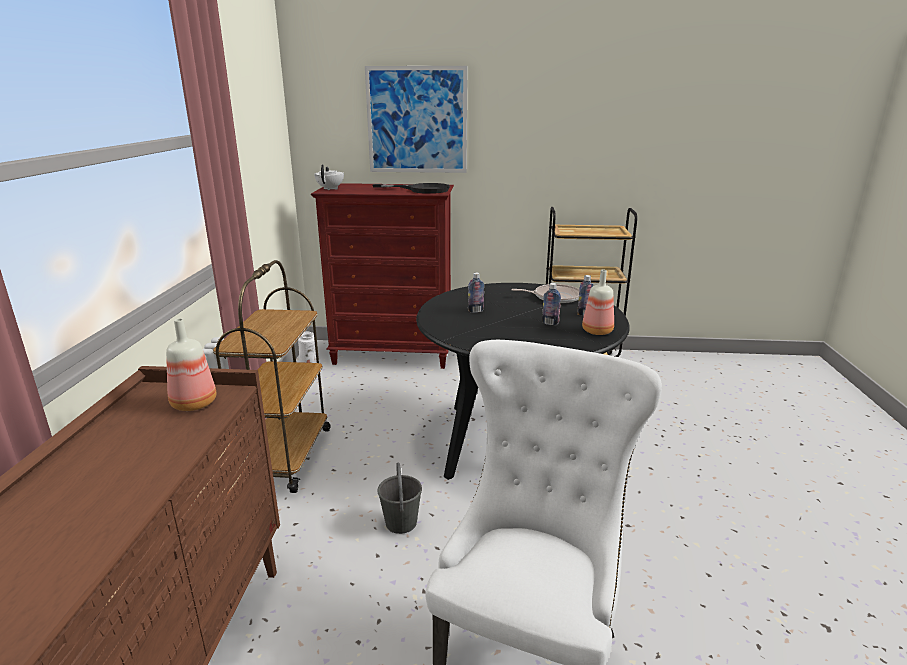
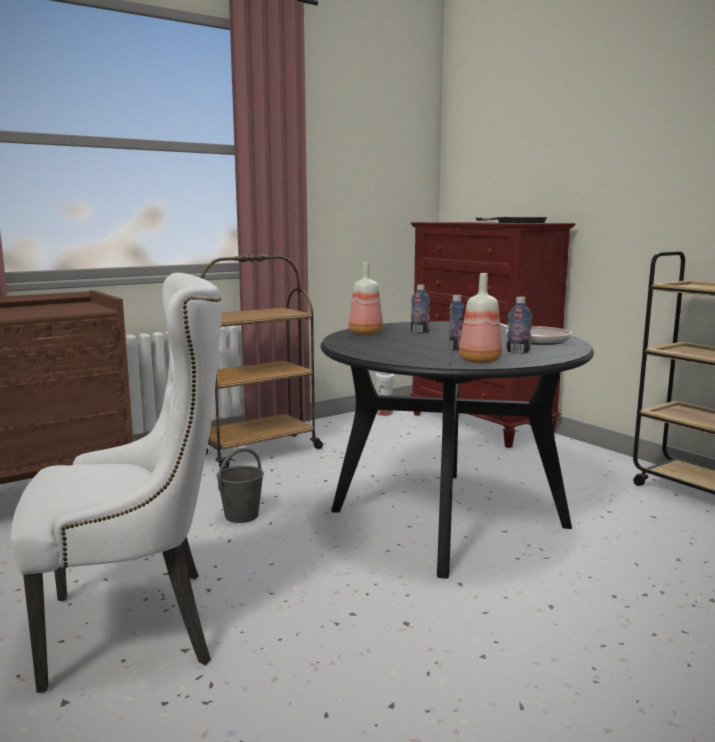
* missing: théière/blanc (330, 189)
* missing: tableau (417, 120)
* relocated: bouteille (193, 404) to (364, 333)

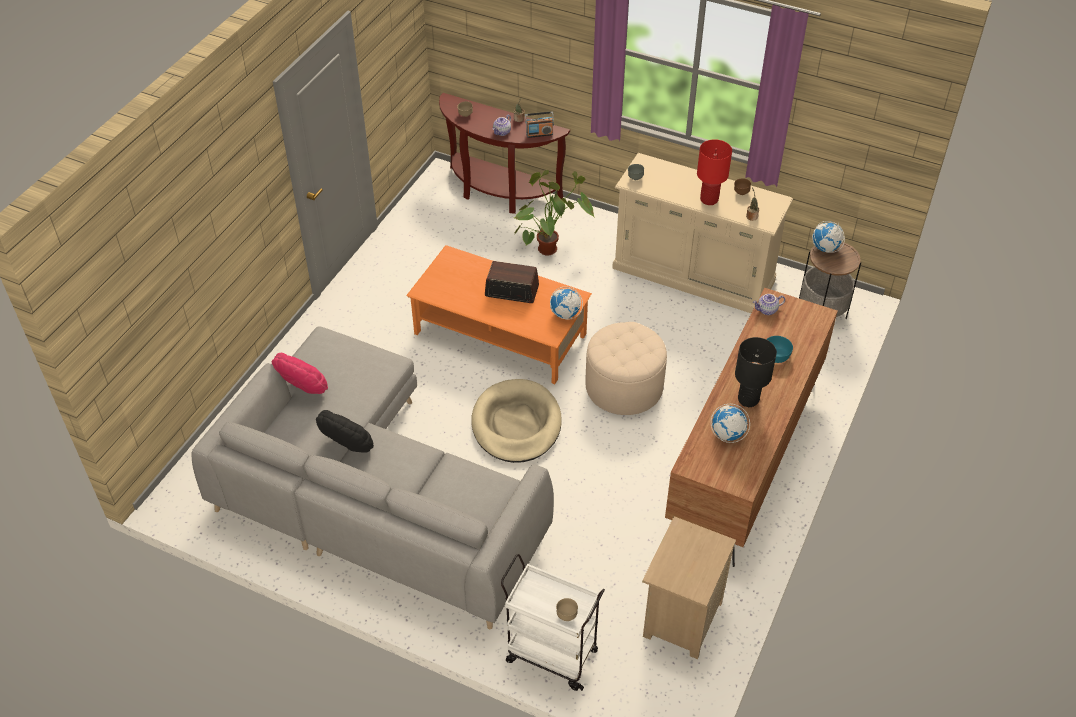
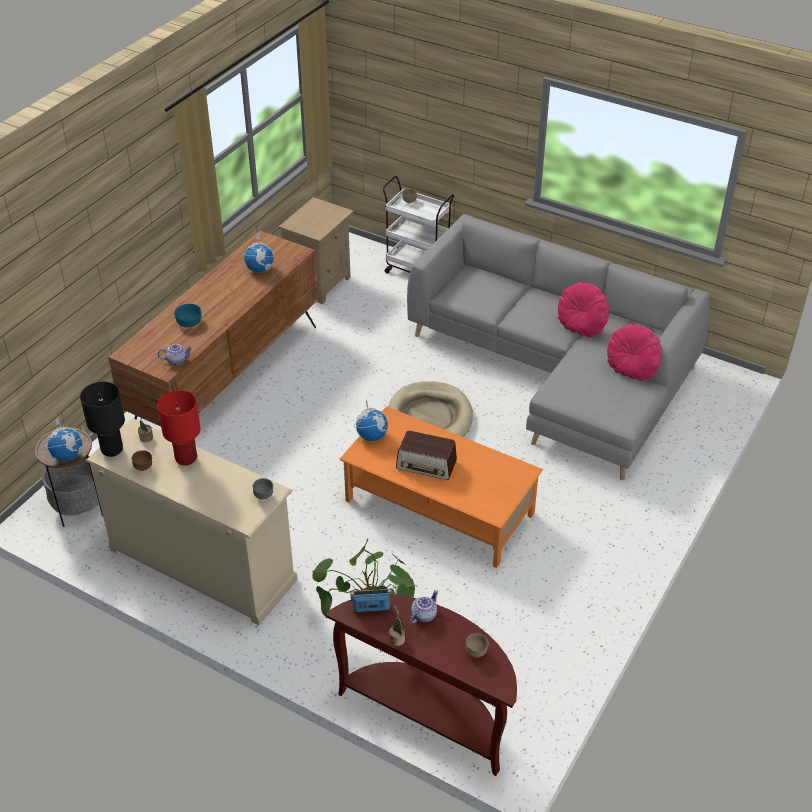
* missing: pouf/beige (624, 387)
* relocated: lampe de table/noir (748, 401) to (112, 451)
* colour: coussin/noir (347, 449) to coussin/rose (581, 328)

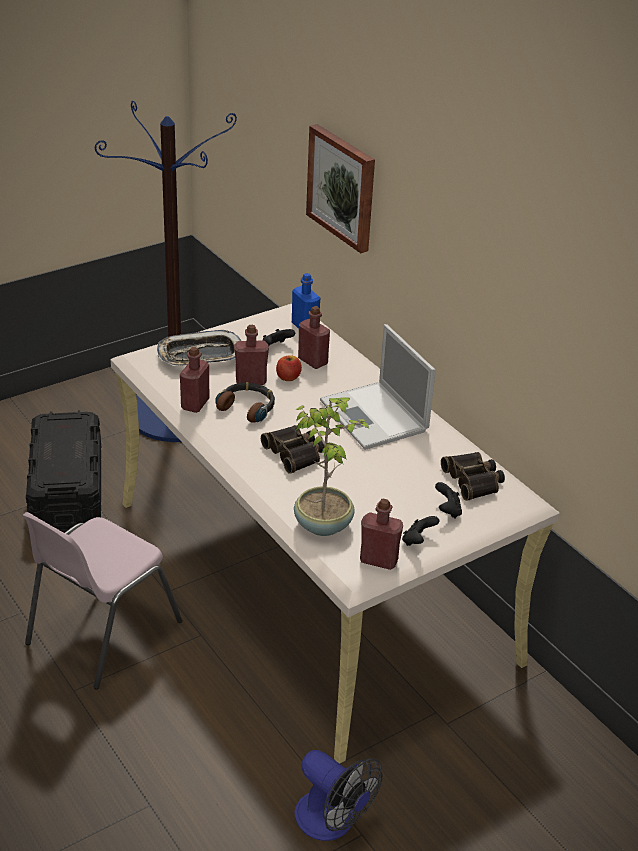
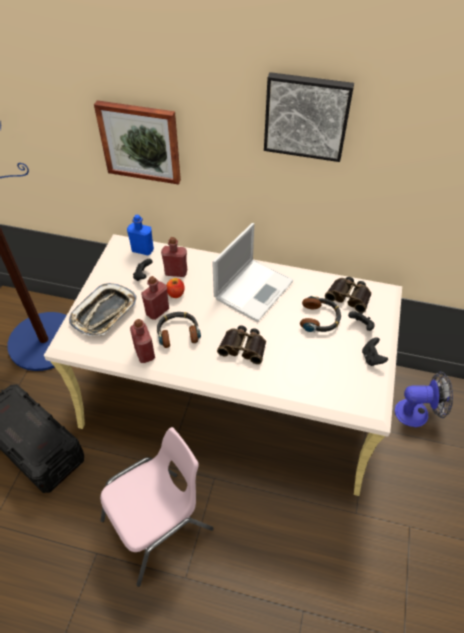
* missing: plante en pot (324, 524)
* missing: bouteille/rouge (378, 560)
* appeared: tableau (306, 116)
* appeared: casque audio (320, 318)
* relocated: ventilateur (333, 822) to (418, 413)
* spun: chaise/rose (101, 633) = (159, 525) 120 degrees counterclockwise
* spun: ordinateur portable (375, 417) = (254, 288) 75 degrees counterclockwise

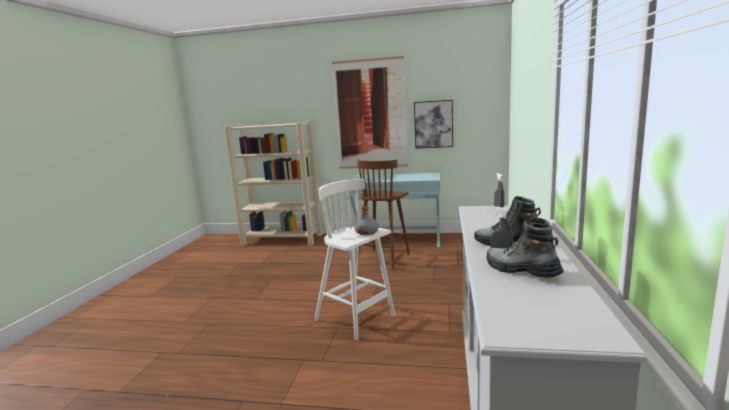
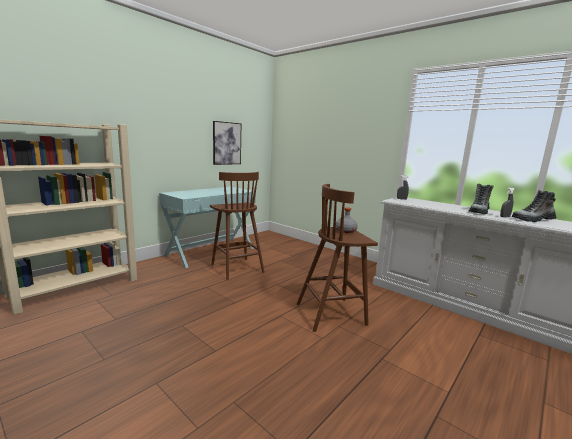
* missing: tableau (370, 114)
* colour: tabouret/blanc (357, 319) to tabouret/marron (333, 313)

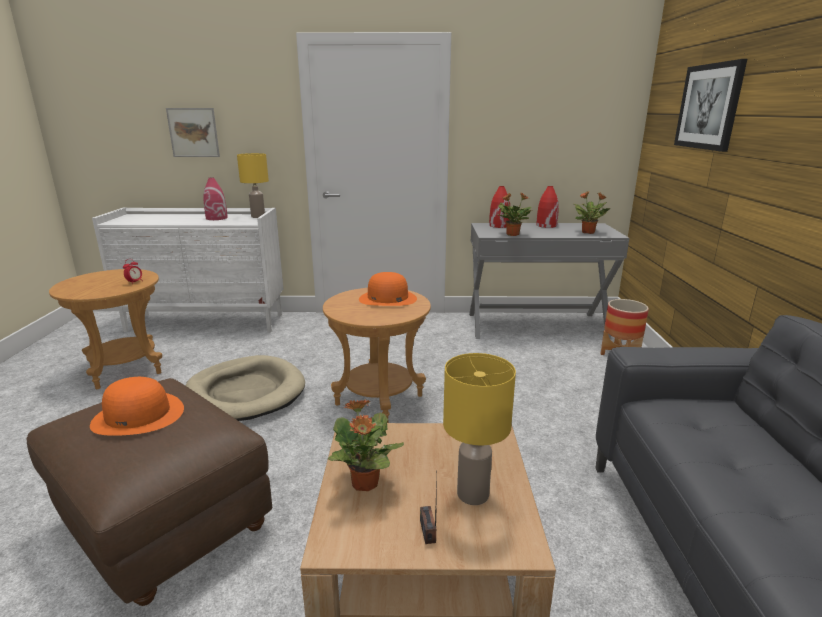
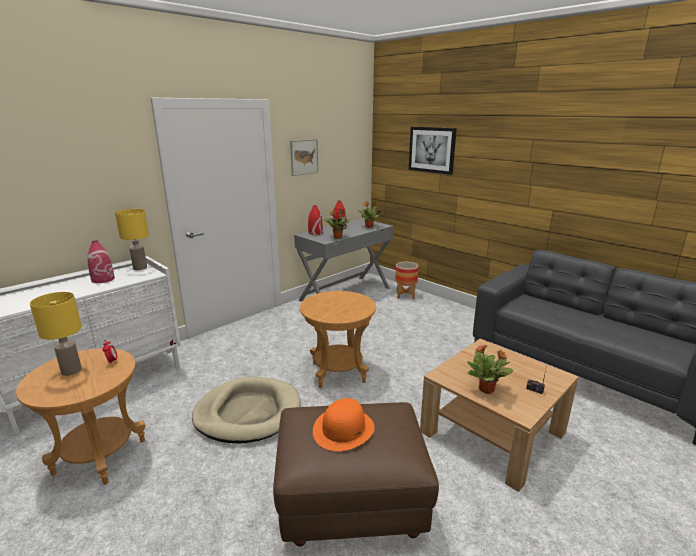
* missing: chapeau/orange (387, 298)
* relocated: tableau (193, 132) to (304, 157)
* relocated: lampe de table/jaune (473, 493) to (71, 370)

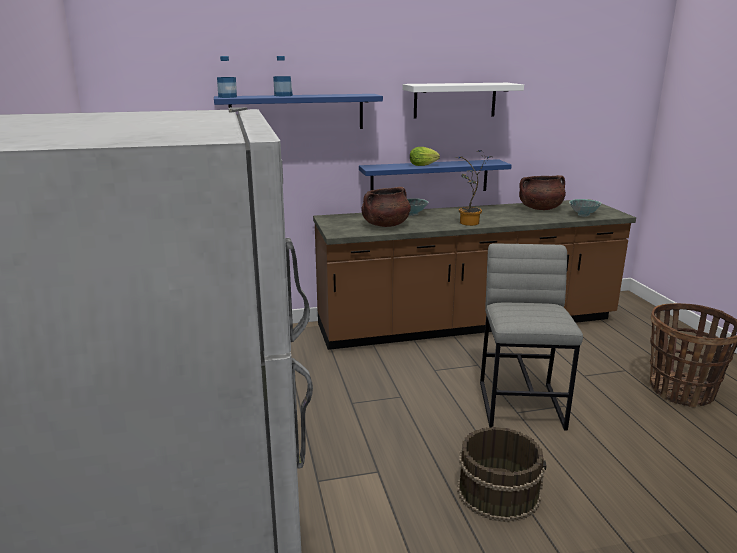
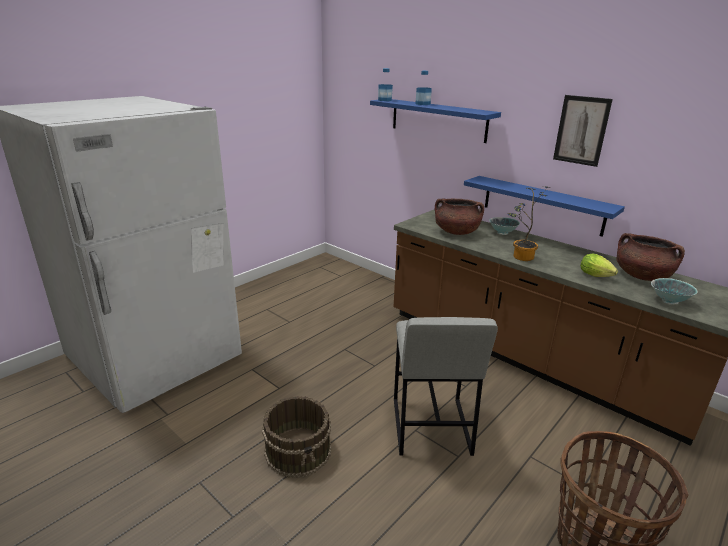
* relocated: laitue (424, 165) to (597, 276)
* exchanged: étagère/blanc (455, 100) to tableau (581, 130)
* spun: chaise/gris (520, 403) = (431, 428) 120 degrees clockwise

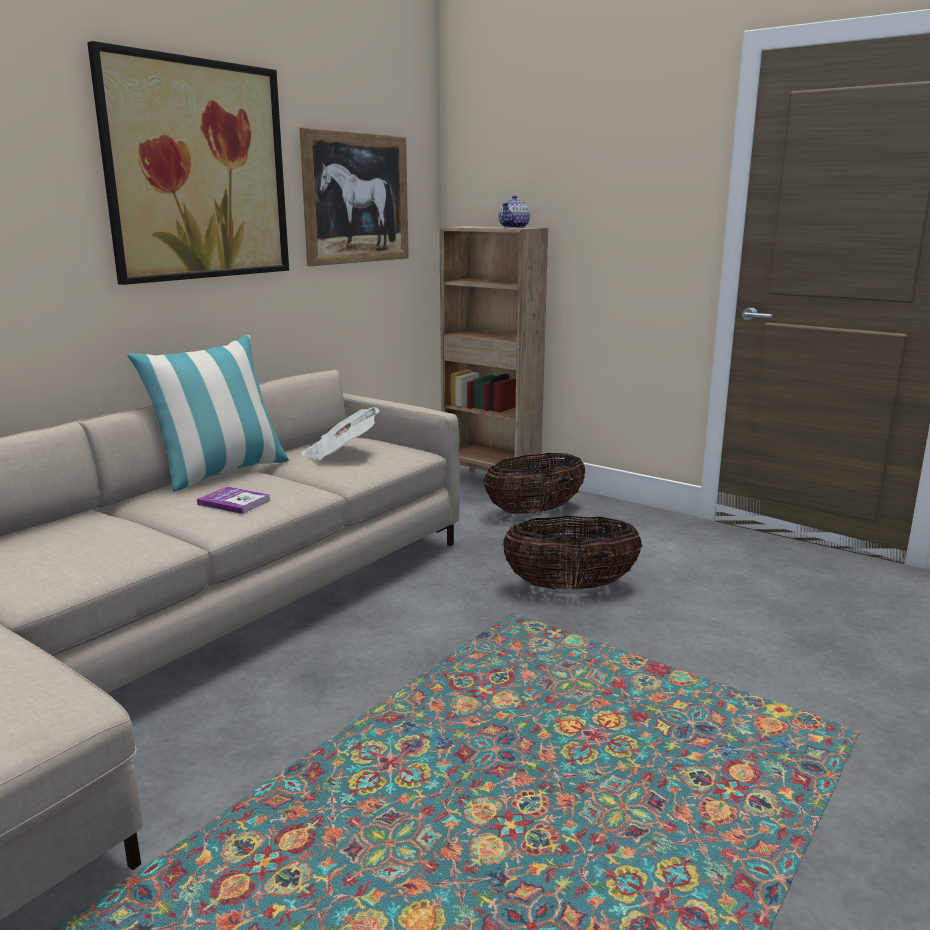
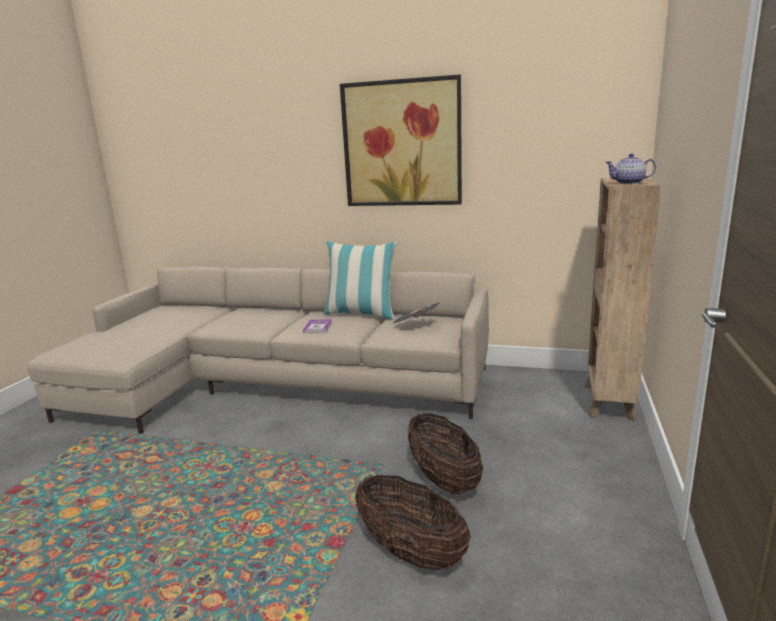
* missing: tableau (356, 198)
* relocated: panier (534, 511) to (411, 552)

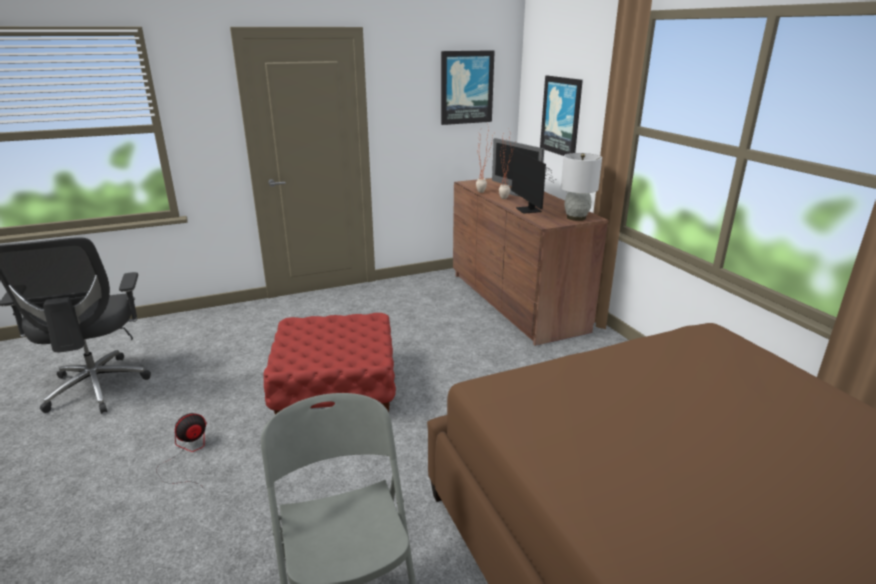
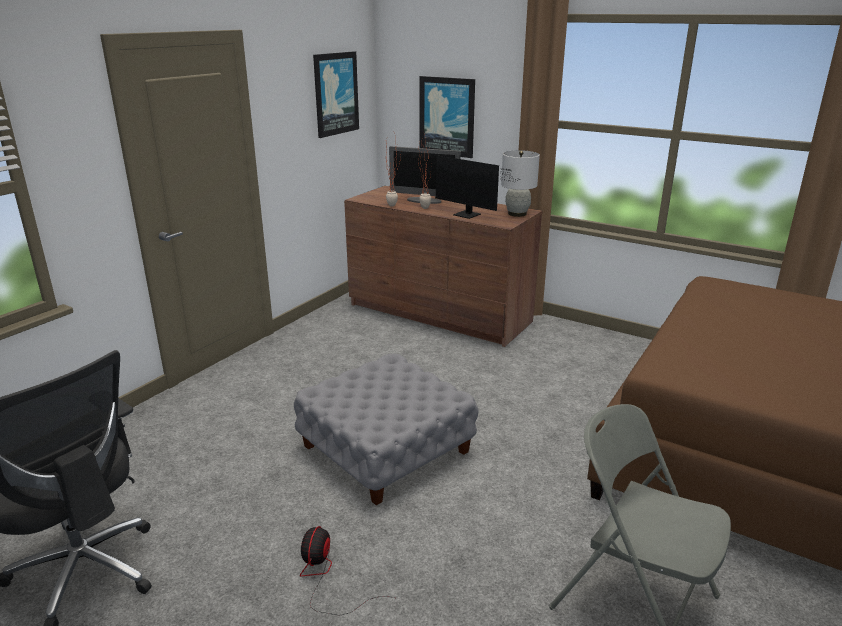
* colour: pouf/rouge (336, 388) to pouf/gris (386, 449)

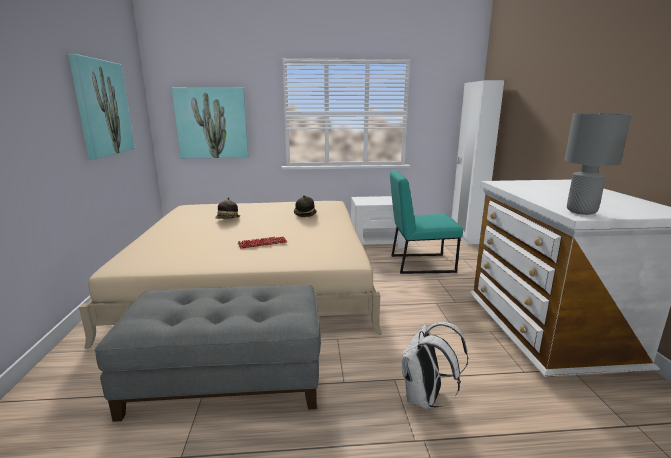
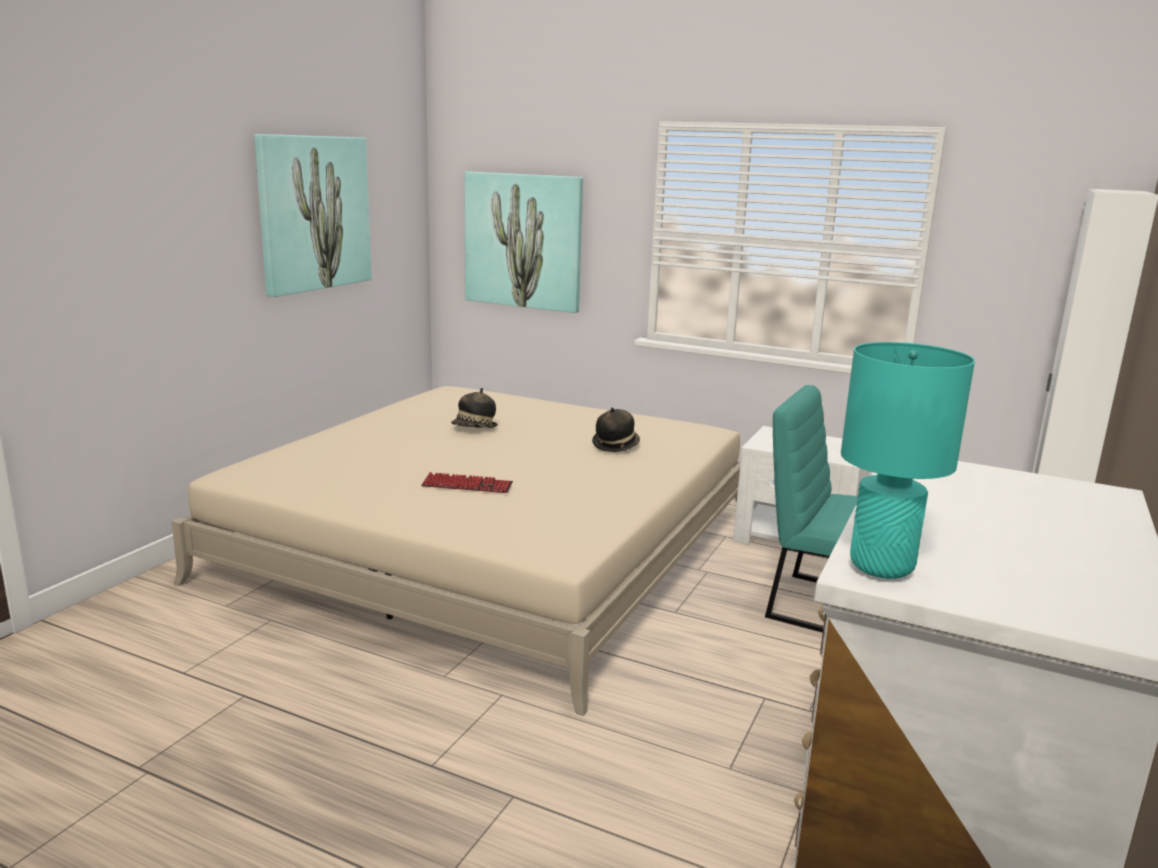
* missing: pouf/gris (227, 377)
* missing: sac à dos/blanc (425, 399)
* colour: lampe de table/gris (581, 213) to lampe de table/turquoise (881, 571)

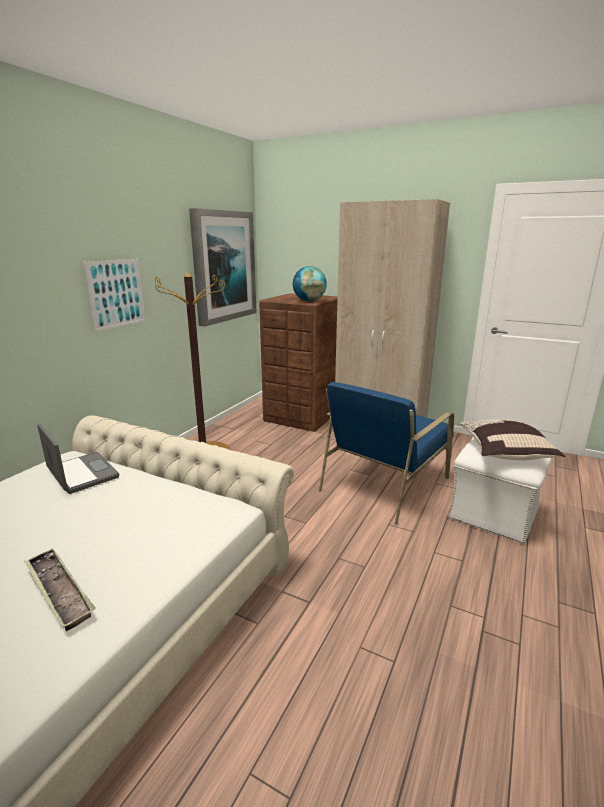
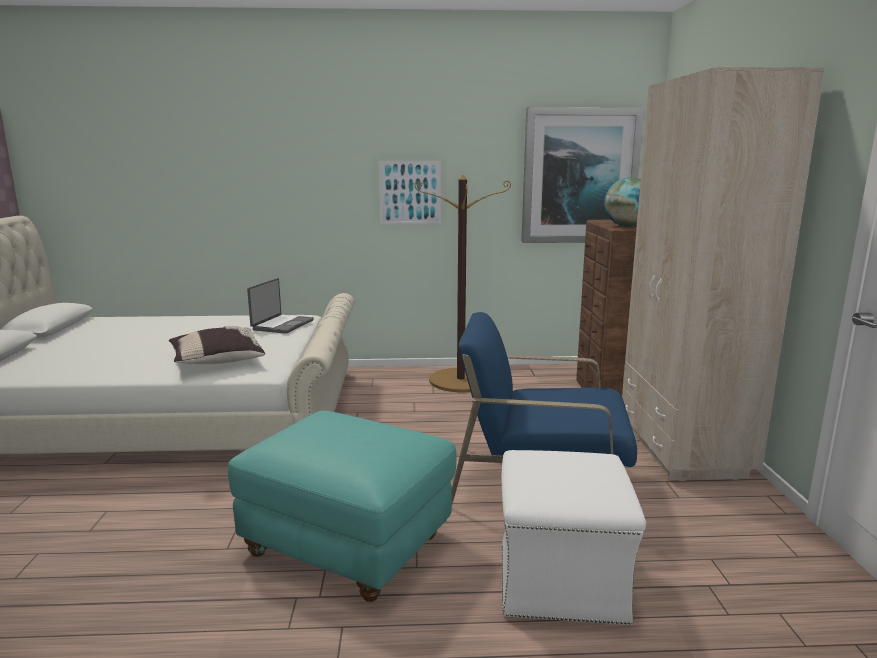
* missing: plateau (59, 591)
* appeared: pouf/turquoise (349, 543)
* relocated: coussin (505, 452) to (217, 360)

